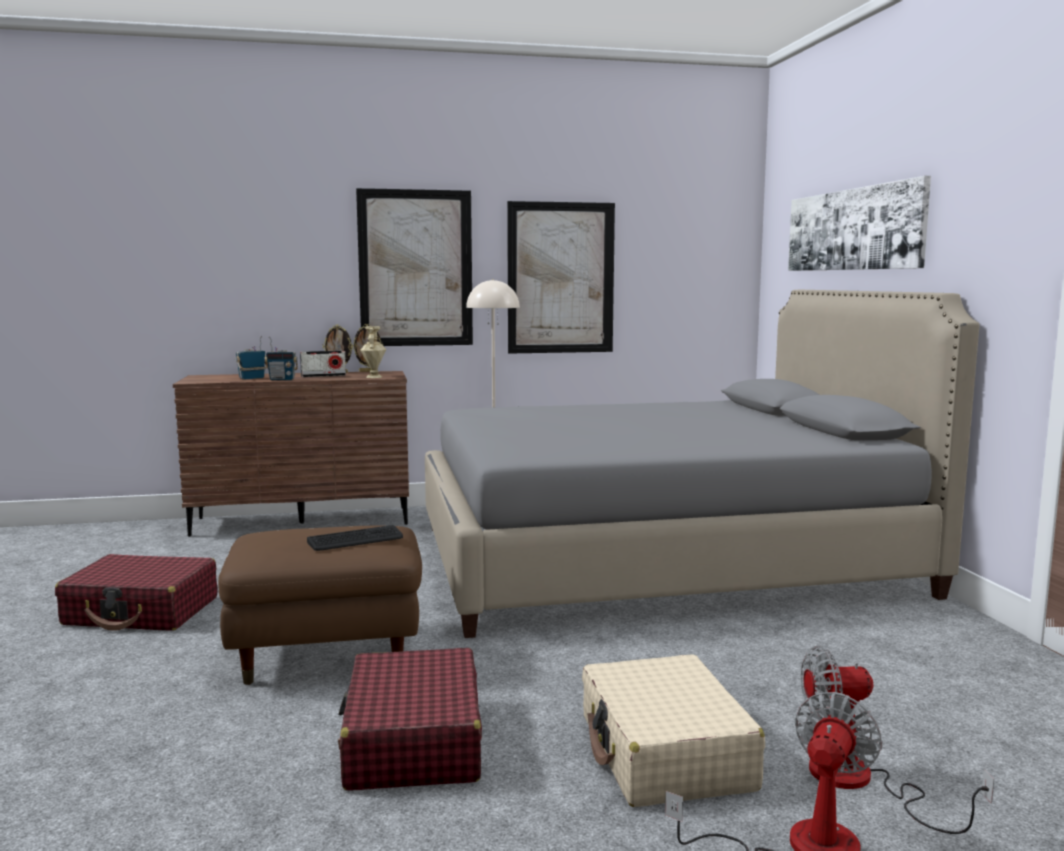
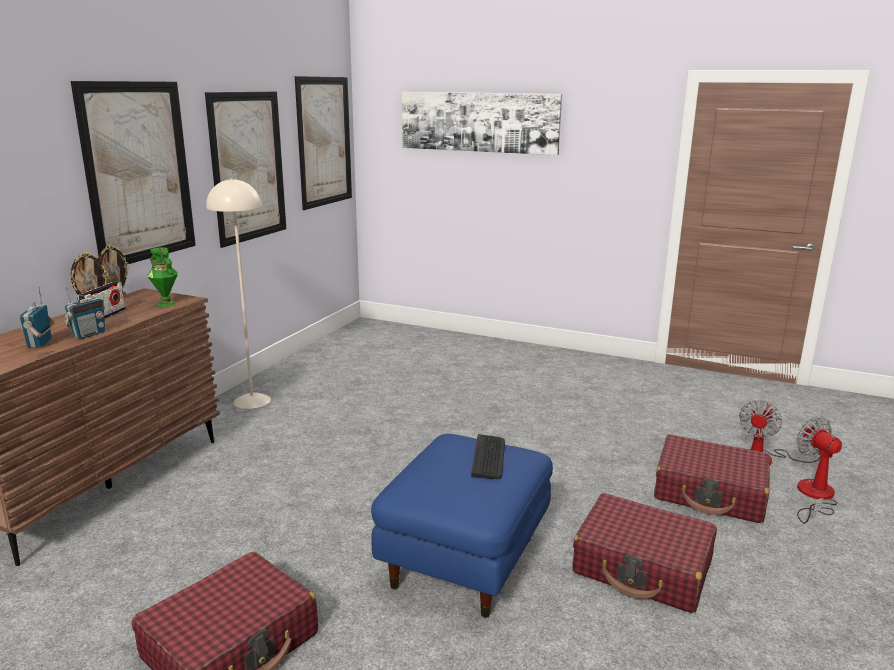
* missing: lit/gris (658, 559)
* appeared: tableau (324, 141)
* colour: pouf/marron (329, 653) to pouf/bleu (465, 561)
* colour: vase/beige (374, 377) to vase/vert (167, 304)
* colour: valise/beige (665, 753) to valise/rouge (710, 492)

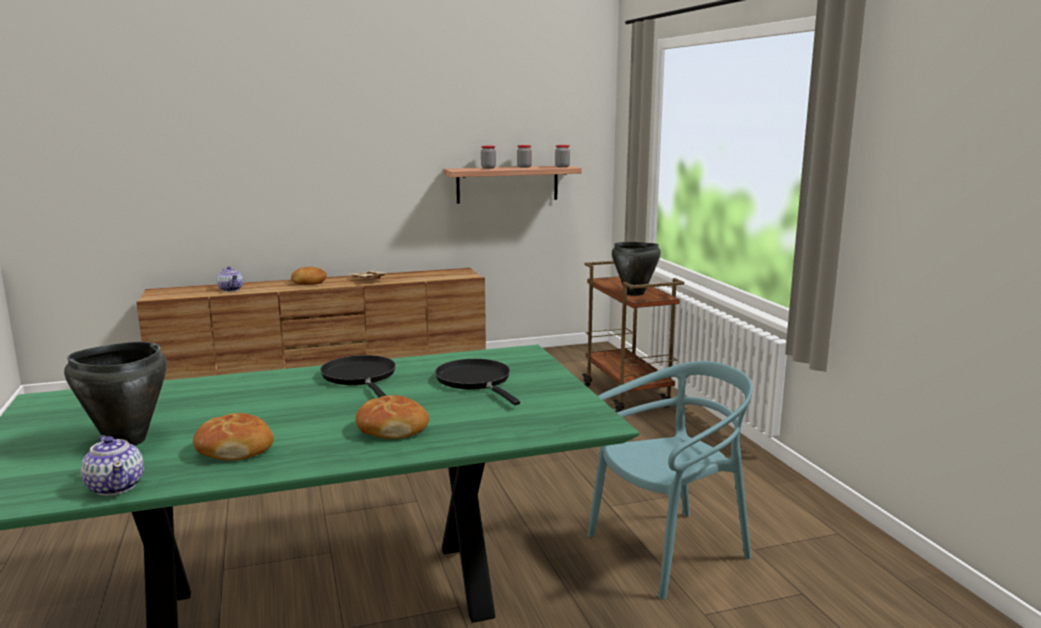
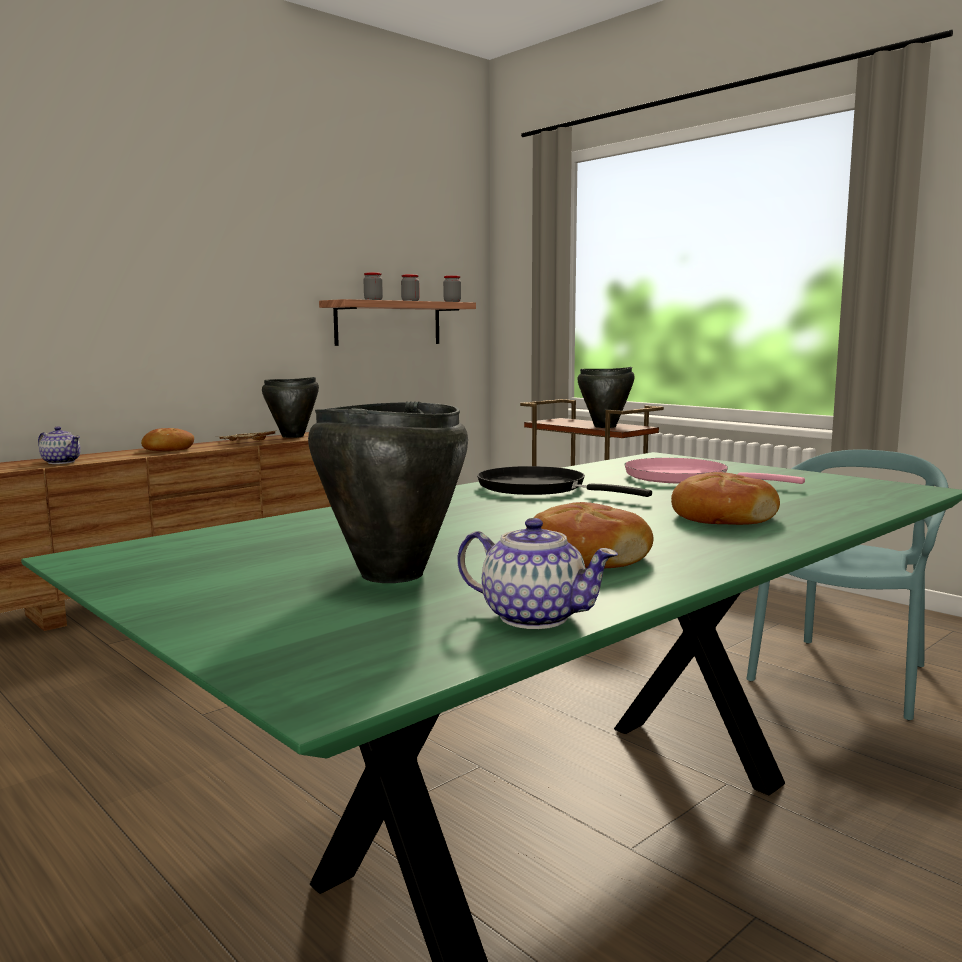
* appeared: marmite/noir (293, 436)
* colour: poêle/noir (475, 381) to poêle/rose (683, 478)

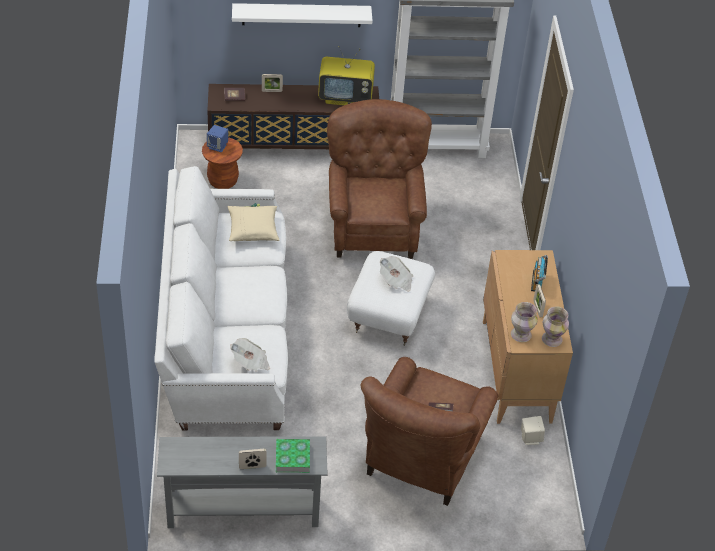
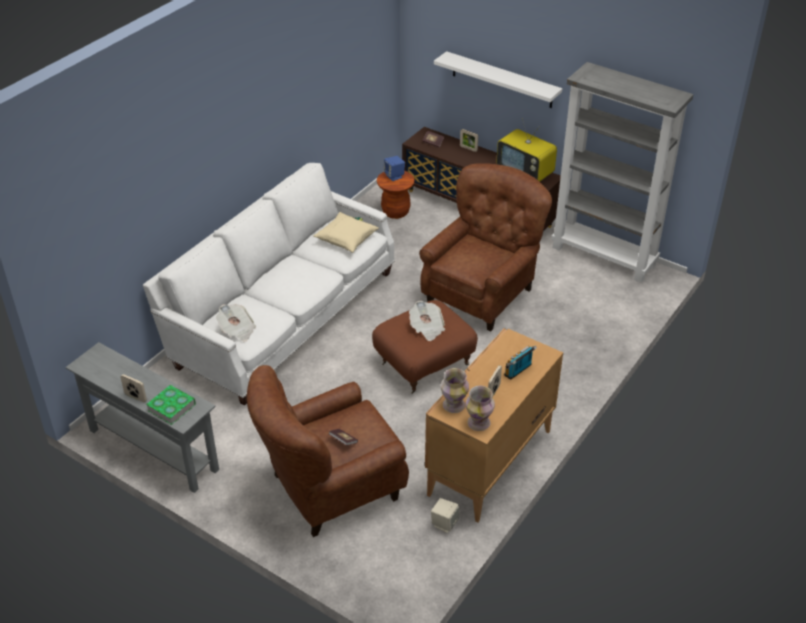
* colour: pouf/blanc (388, 314) to pouf/marron (424, 363)

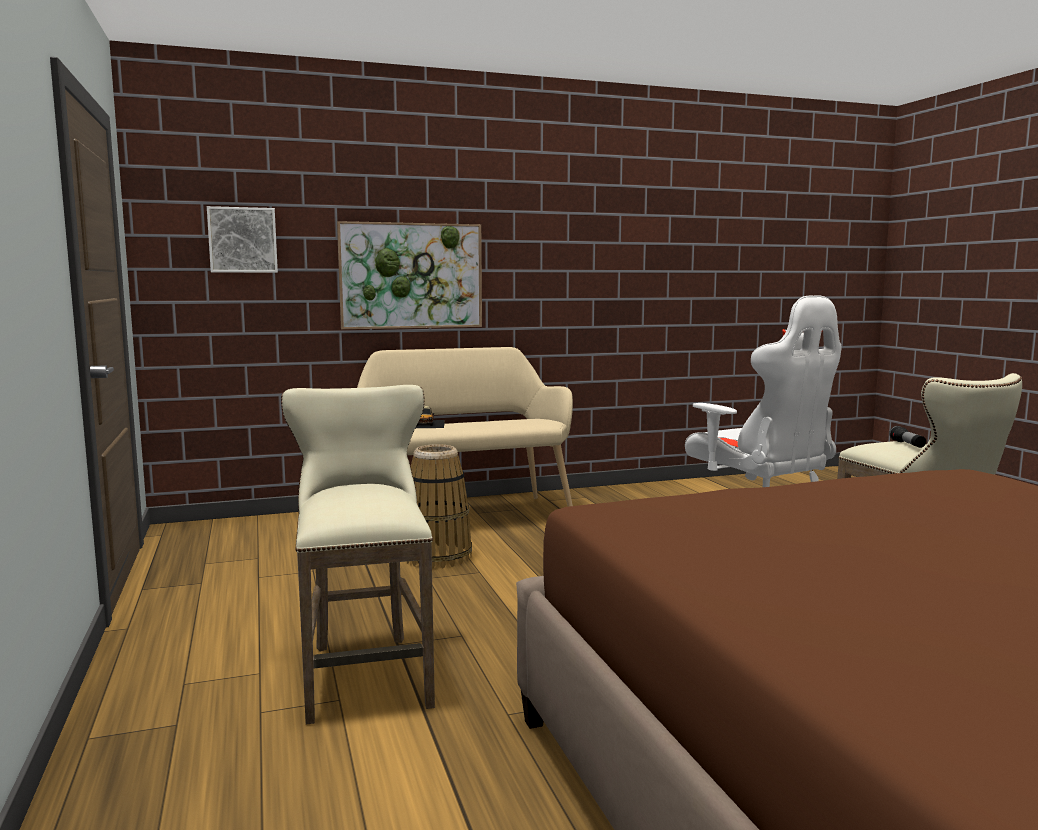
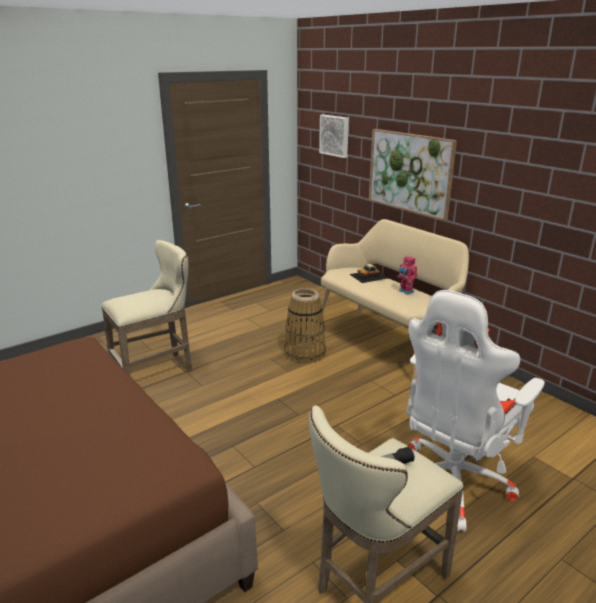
* appeared: robot jouet (405, 291)

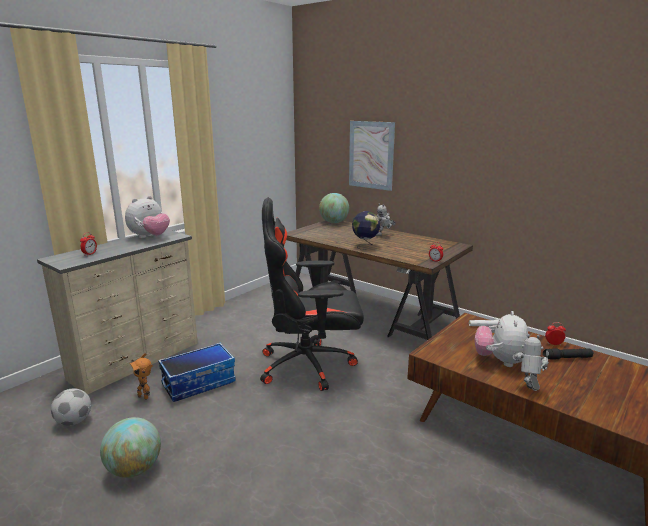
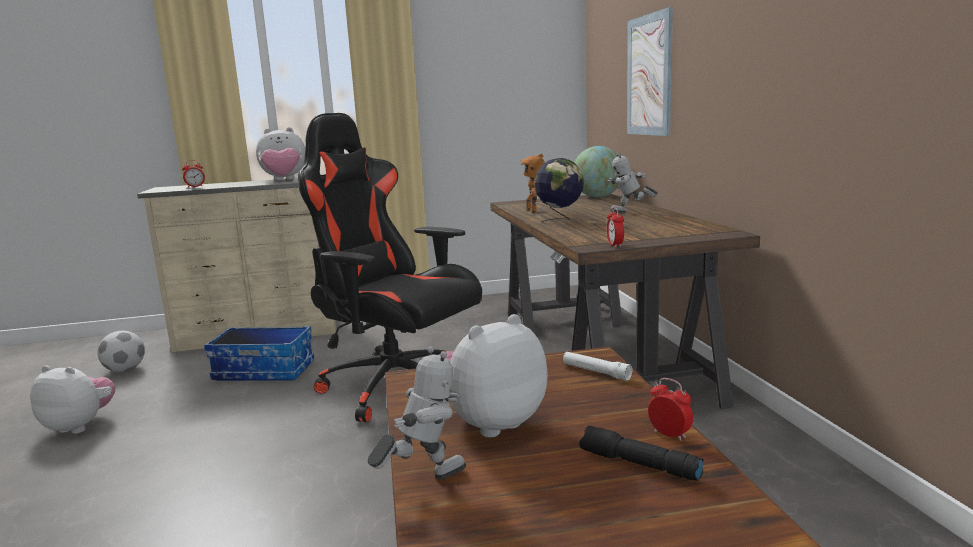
* relocated: robot jouet (144, 396) to (533, 211)
* exchanged: globe (134, 469) to peluche (80, 426)

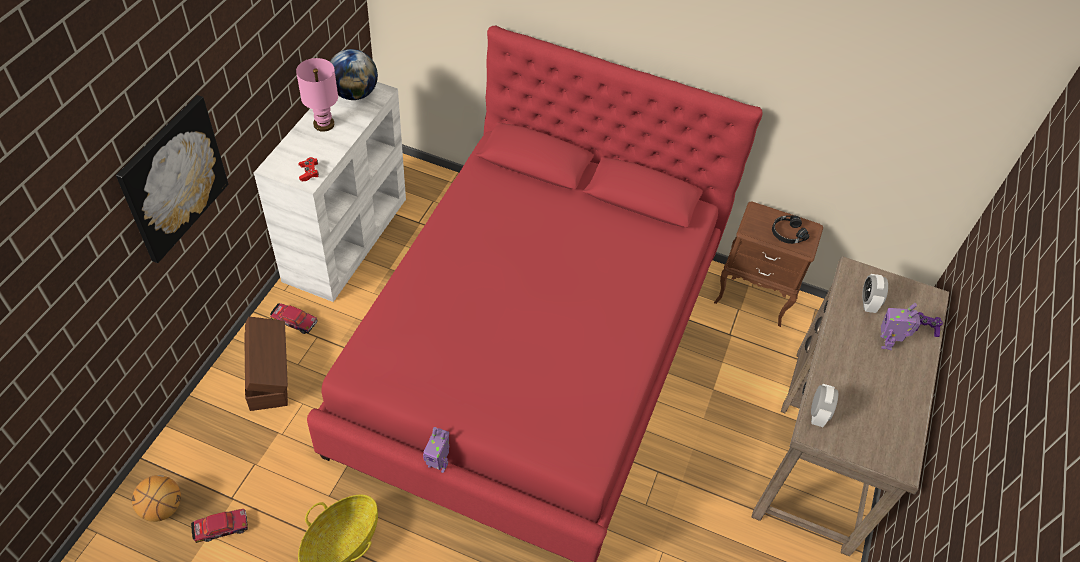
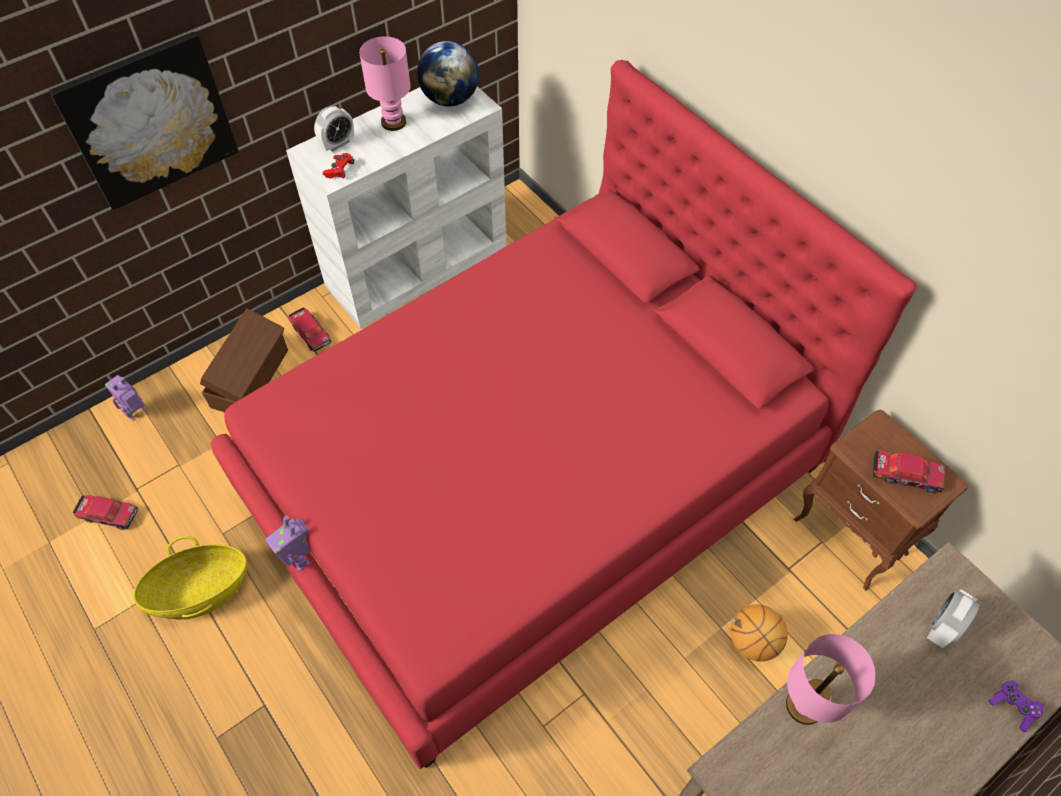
* appeared: lampe de table/rose (804, 706)
* relocated: ballon de basket (162, 508) to (753, 642)
* relocated: réveil (817, 414) to (337, 144)
* relocated: robot jouet (887, 343) to (137, 413)
* exchanged: casque audio/noir (787, 233) to petite voiture (905, 474)

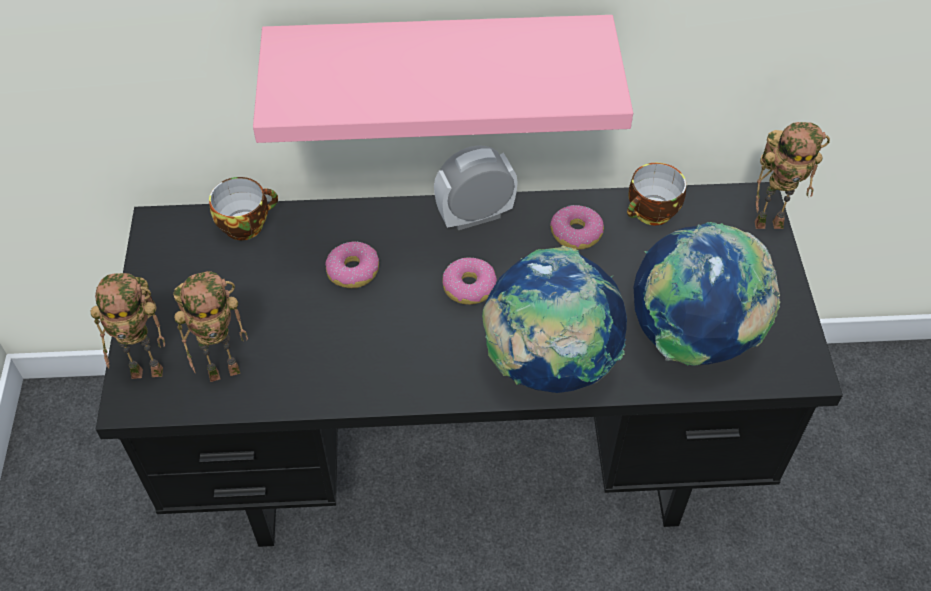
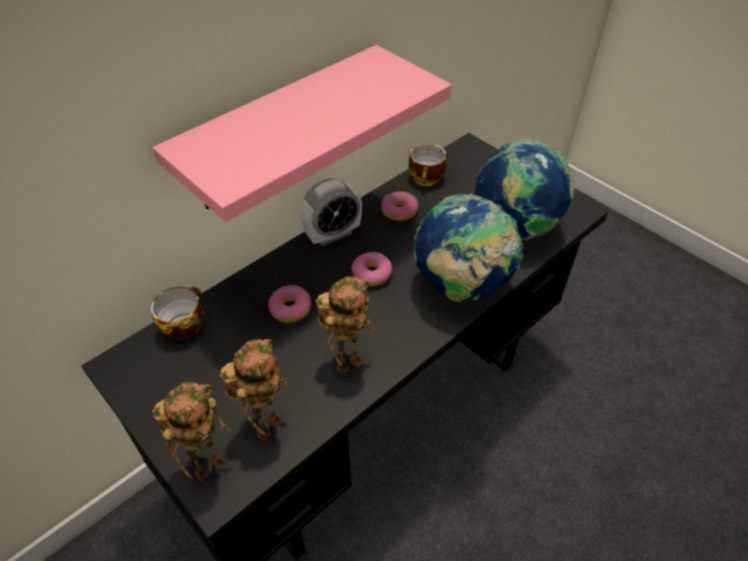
* relocated: robot jouet (770, 222) to (348, 362)
* spun: réveil (475, 216) = (333, 234) 150 degrees counterclockwise

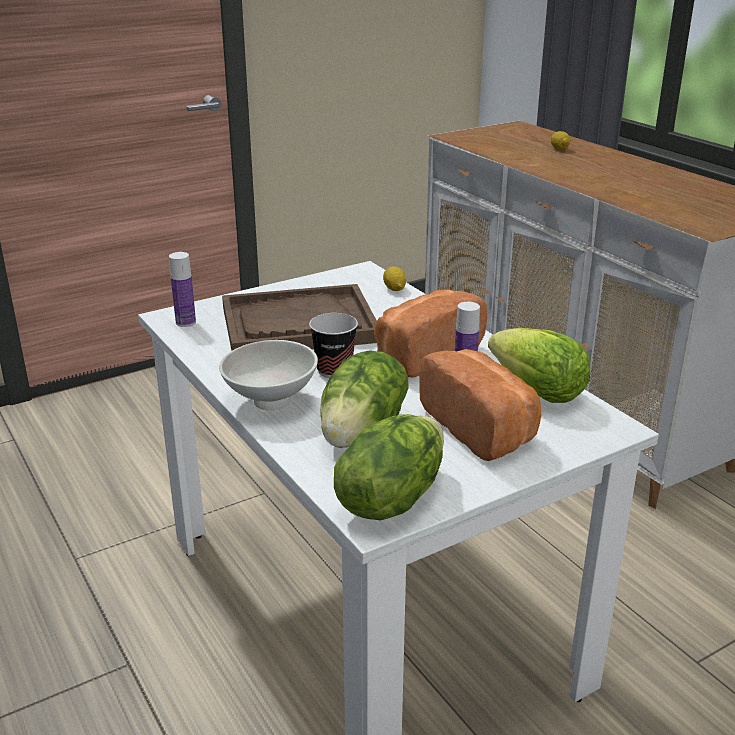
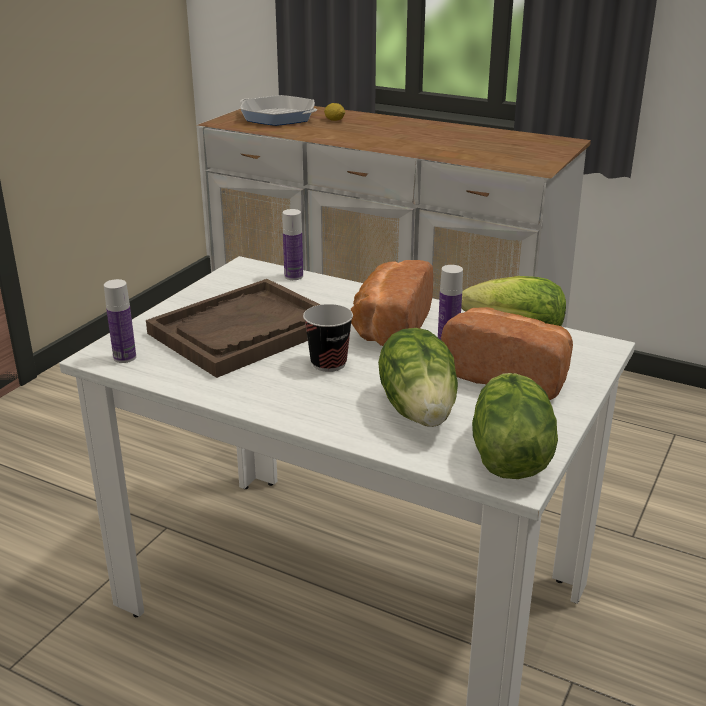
* missing: bol/blanc (271, 403)
* appeared: poêle (278, 117)
* exchanged: citron (394, 288) to bouteille (293, 276)

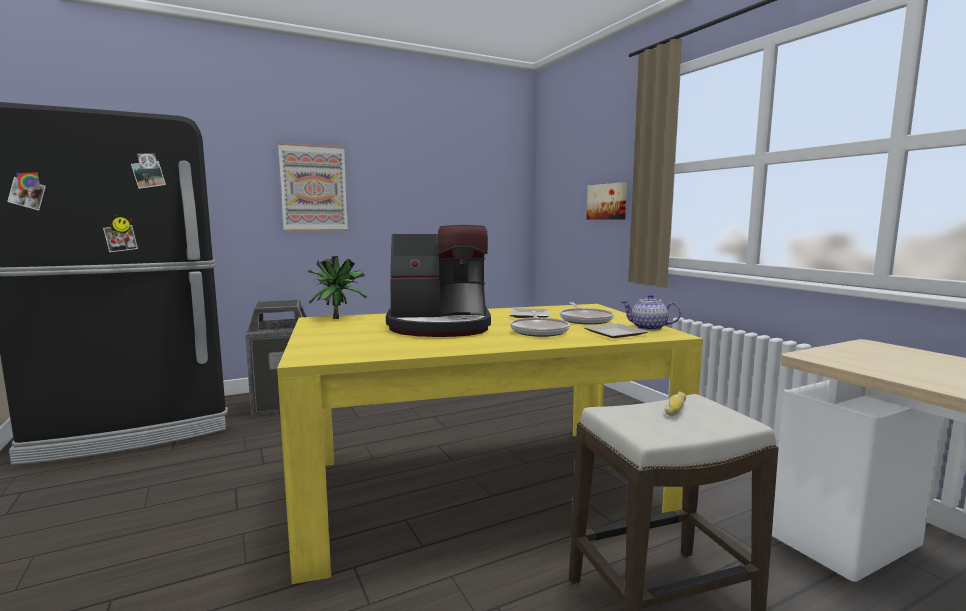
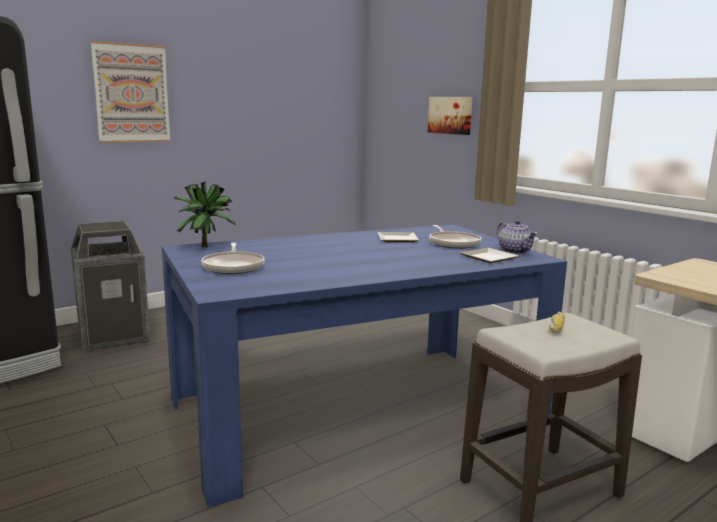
* missing: machine à café (440, 326)
* relocated: poêle (539, 331) to (234, 267)
* colour: table à manger/jaune (481, 488) to table à manger/bleu (356, 408)
* spun: théière (648, 328) = (515, 251) 135 degrees counterclockwise

